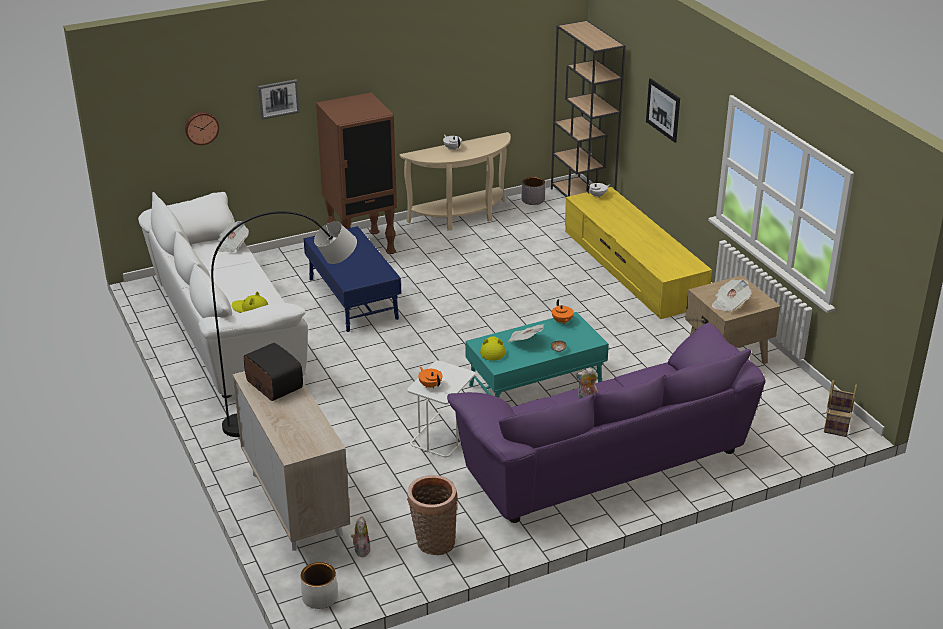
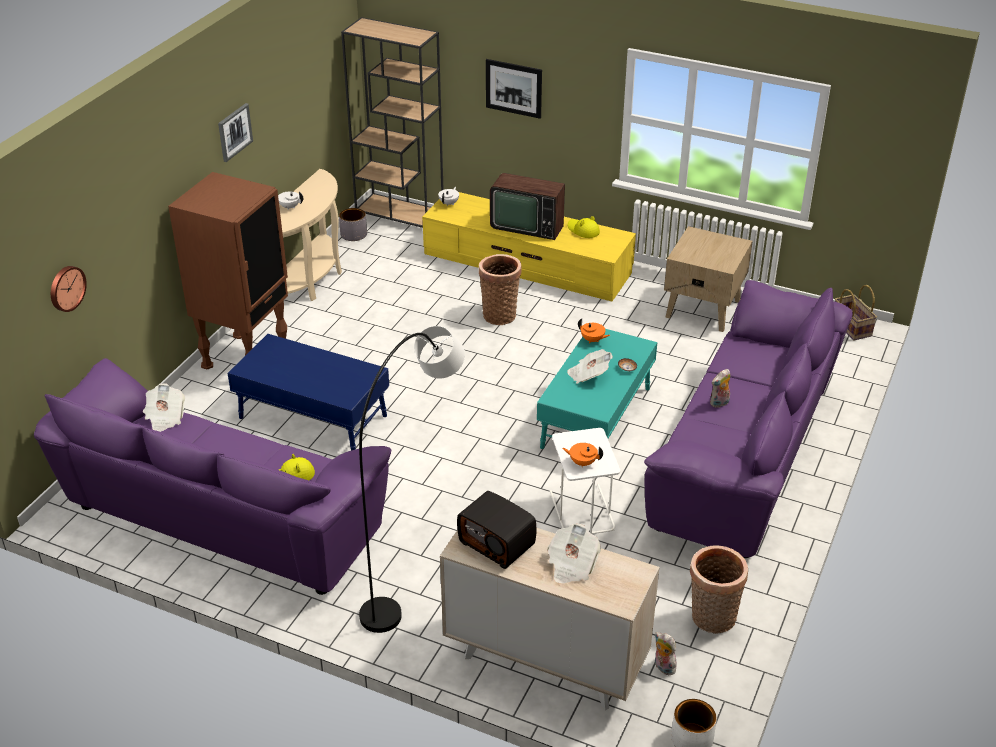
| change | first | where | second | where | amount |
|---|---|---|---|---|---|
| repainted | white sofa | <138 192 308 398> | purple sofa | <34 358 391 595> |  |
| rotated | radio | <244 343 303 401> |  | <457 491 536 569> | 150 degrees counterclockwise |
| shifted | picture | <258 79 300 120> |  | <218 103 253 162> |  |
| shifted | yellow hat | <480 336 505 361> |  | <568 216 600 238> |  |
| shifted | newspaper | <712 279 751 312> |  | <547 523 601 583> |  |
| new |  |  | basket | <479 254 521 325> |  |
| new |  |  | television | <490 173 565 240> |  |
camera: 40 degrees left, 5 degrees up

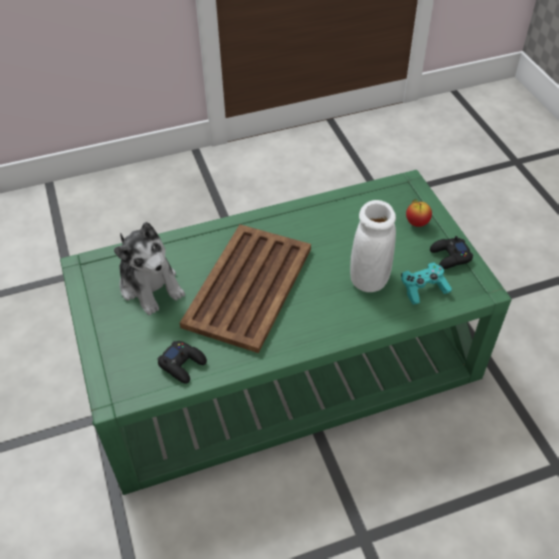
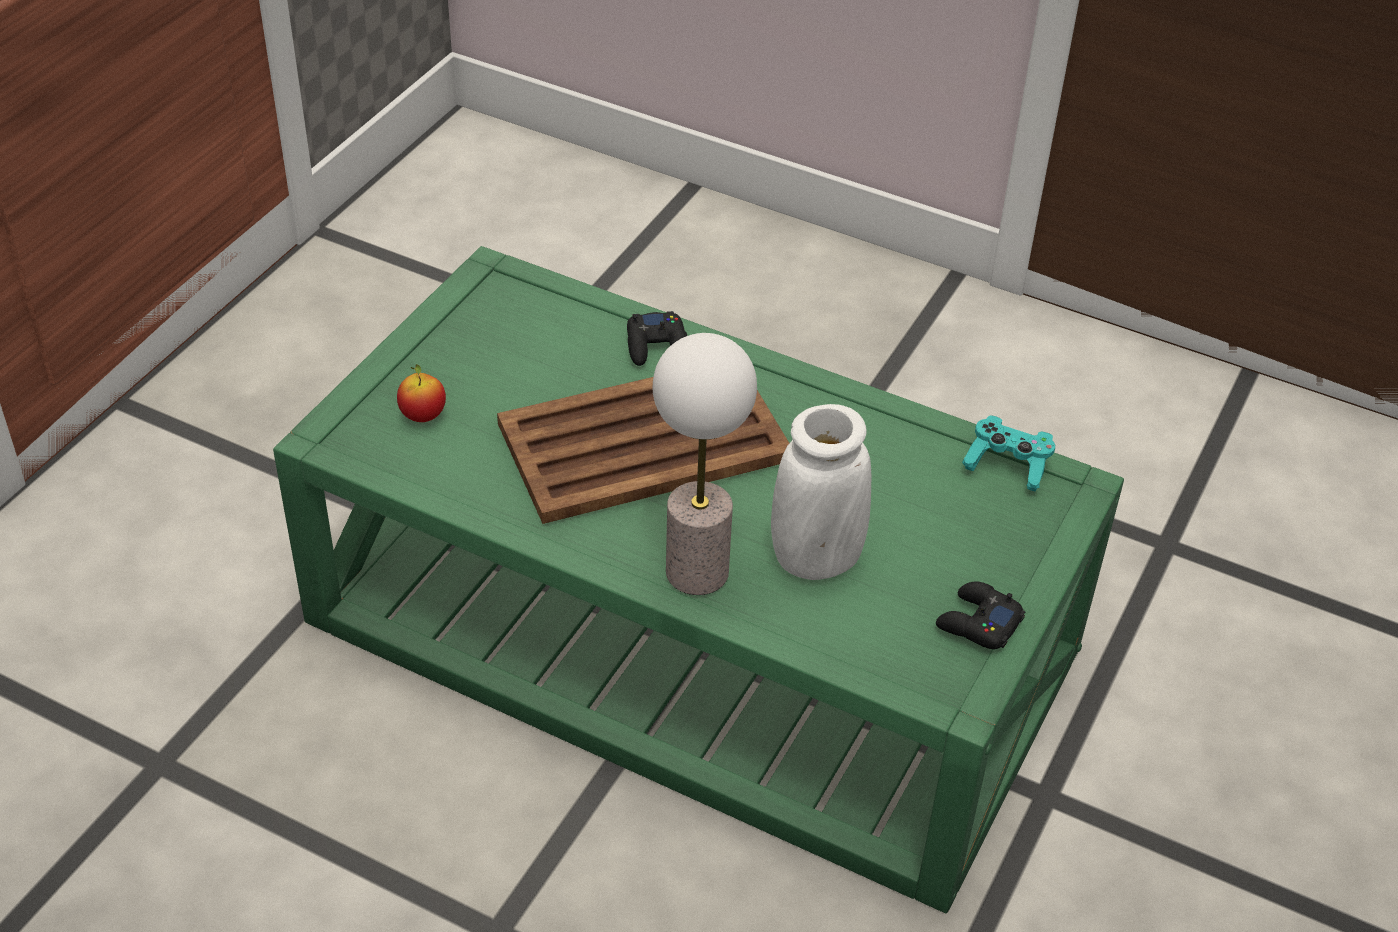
| change | first | where | second | where | amount |
|---|---|---|---|---|---|
| gone | plush toy | <114 222 185 315> |  |  |  |
| shifted | black game controller | <157 341 207 384> |  | <627 311 687 366> |  |
| shifted | turquoise game controller | <401 262 452 305> |  | <962 415 1055 492> |  |
| shifted | apple | <406 199 432 227> |  | <397 364 446 422> |  |
| new |  |  | table lamp | <653 333 757 595> |  |
camera: 45 degrees right, 5 degrees down

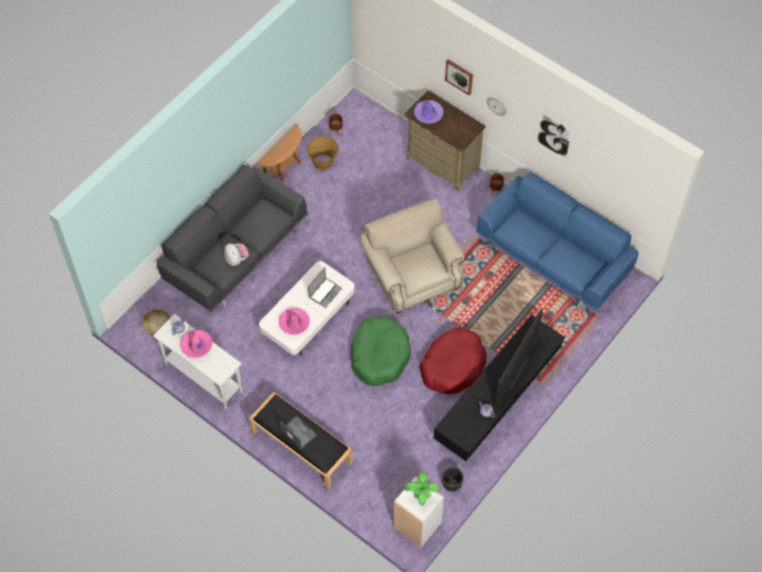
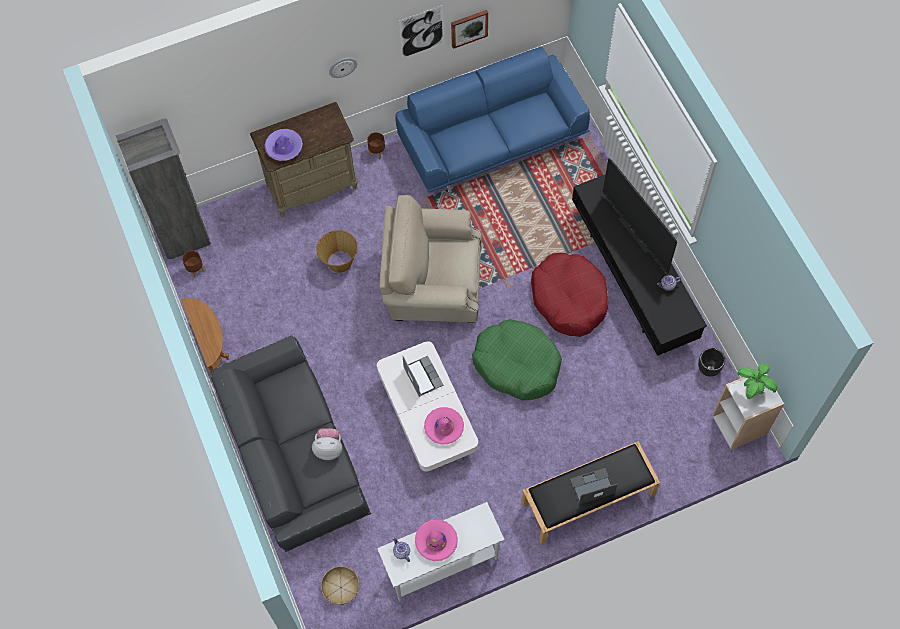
| change | first | where | second | where | amount |
|---|---|---|---|---|---|
| shifted | basket | <307 136 339 170> |  | <316 230 358 273> |  |
| shifted | picture | <445 59 473 96> |  | <451 10 488 49> |  |
| new |  |  | grey cabinet | <115 118 211 259> |  |
camera: 60 degrees left, 5 degrees up

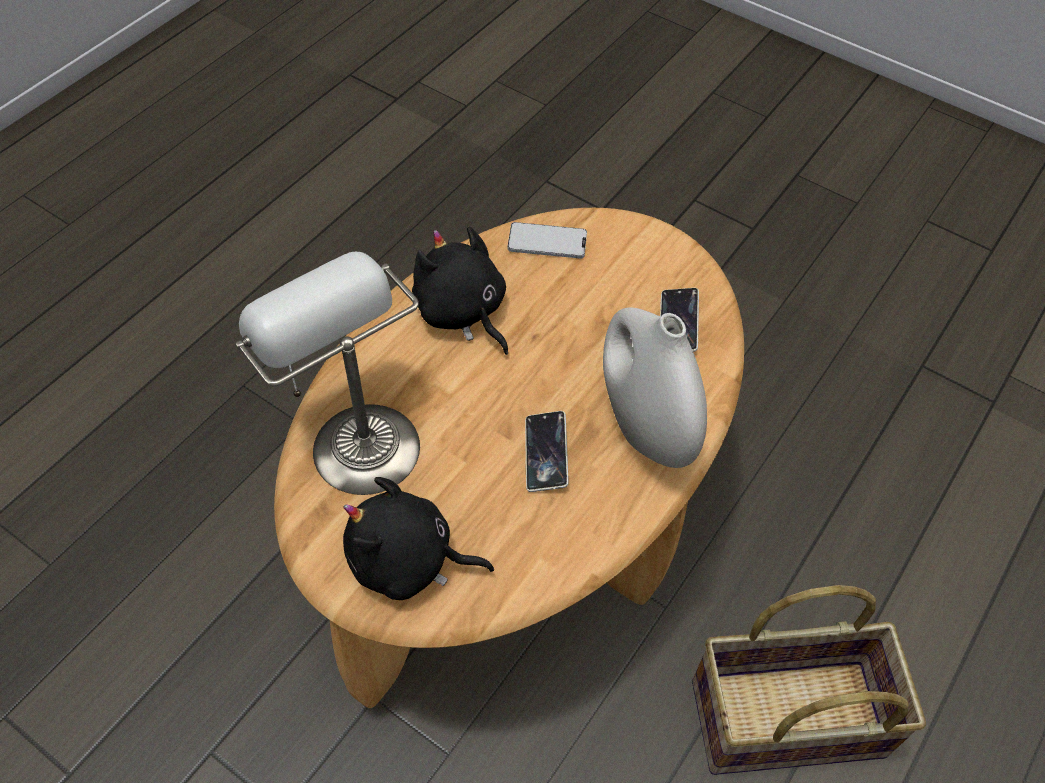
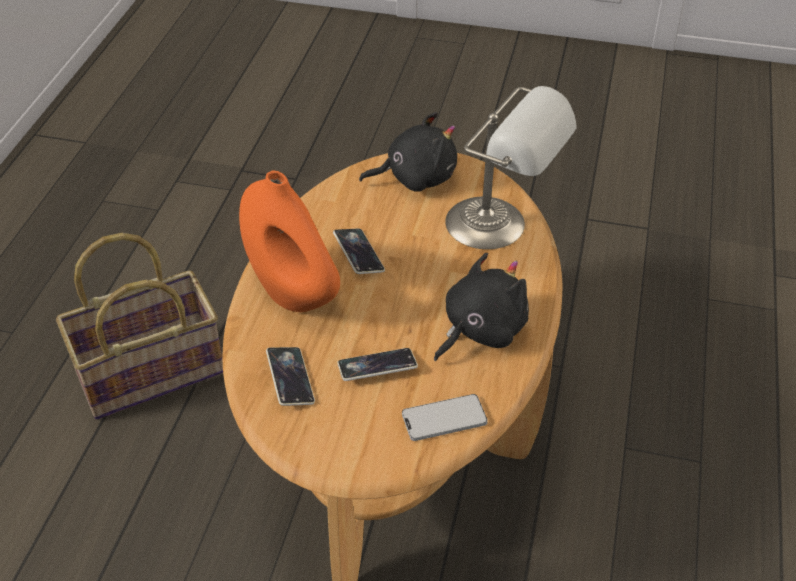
| change | first | where | second | where | amount |
|---|---|---|---|---|---|
| rotated | black plush toy | <412 227 508 355> |  | <434 253 529 361> | 75 degrees counterclockwise |
| repainted | white vase | <603 307 707 468> | orange vase | <239 170 340 312> |  |
| new |  |  | phone | <337 348 418 381> |  |
camera: 160 degrees right, 10 degrees down

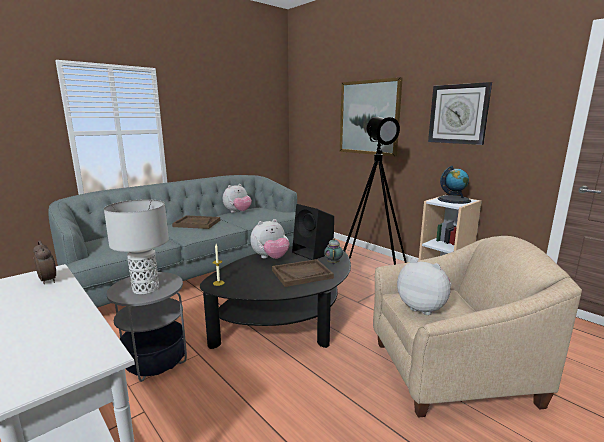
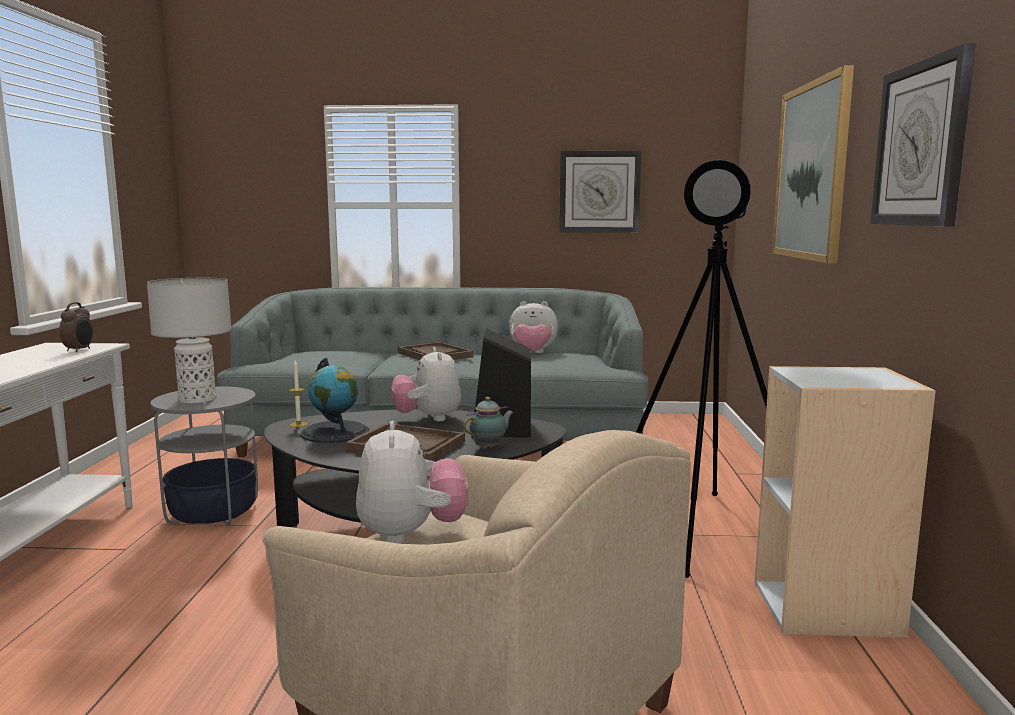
| change | first | where | second | where | amount |
|---|---|---|---|---|---|
| rotated | plush toy | <250 219 290 259> |  | <391 347 461 421> | 60 degrees clockwise |
| shifted | globe | <438 166 471 204> |  | <300 358 369 443> |  |
| new |  |  | wall clock | <559 151 641 233> |  |
camera: 45 degrees right, 5 degrees down

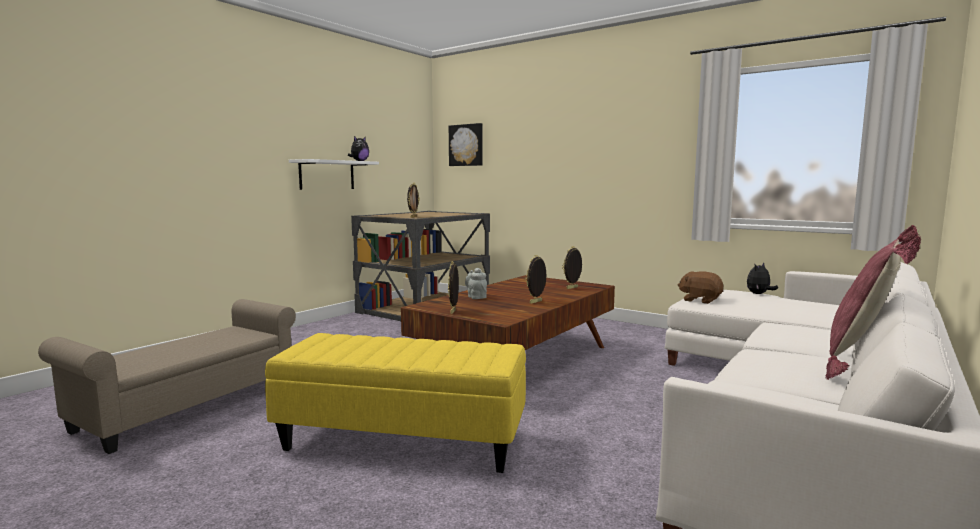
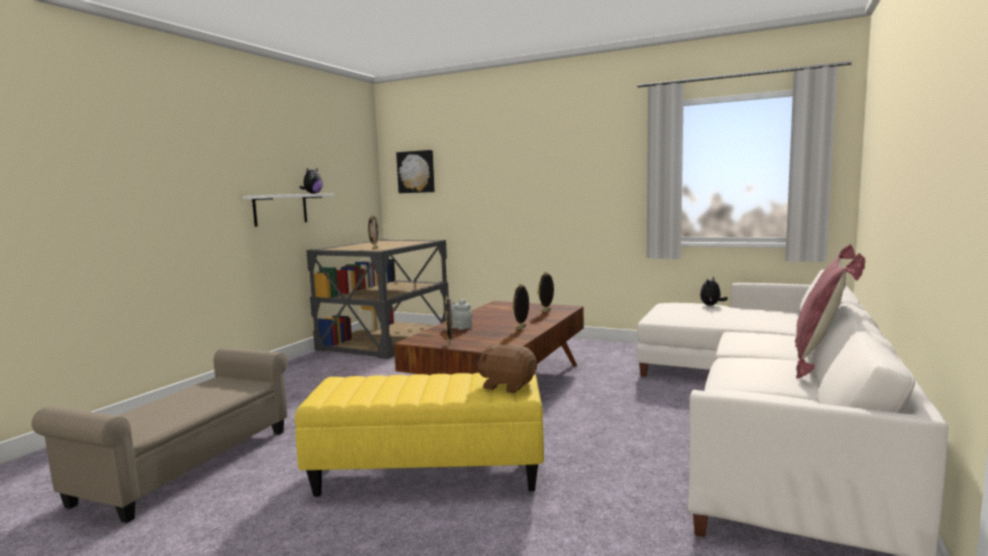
| change | first | where | second | where | amount |
|---|---|---|---|---|---|
| shifted | brown plush toy | <678 271 723 304> |  | <477 344 537 393> |  |
camera: 10 degrees left, 0 degrees up

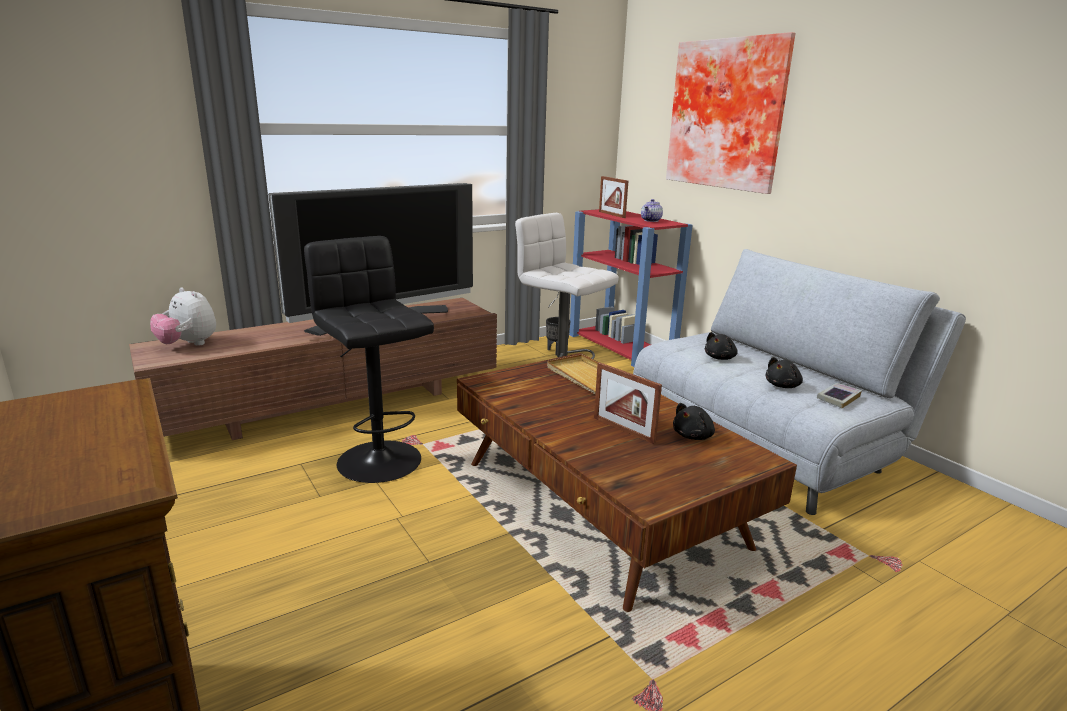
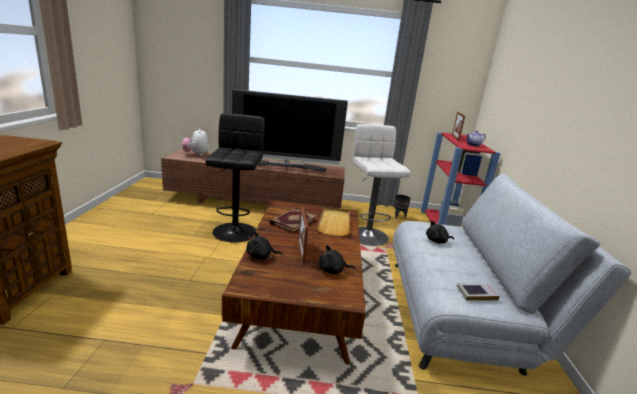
| change | first | where | second | where | amount |
|---|---|---|---|---|---|
| gone | picture | <666 32 795 194> |  |  |  |
| shifted | black plush toy | <765 357 803 388> |  | <246 232 283 260> |  |
| new |  |  | book | <270 208 317 234> |  |
camera: 35 degrees right, 0 degrees up

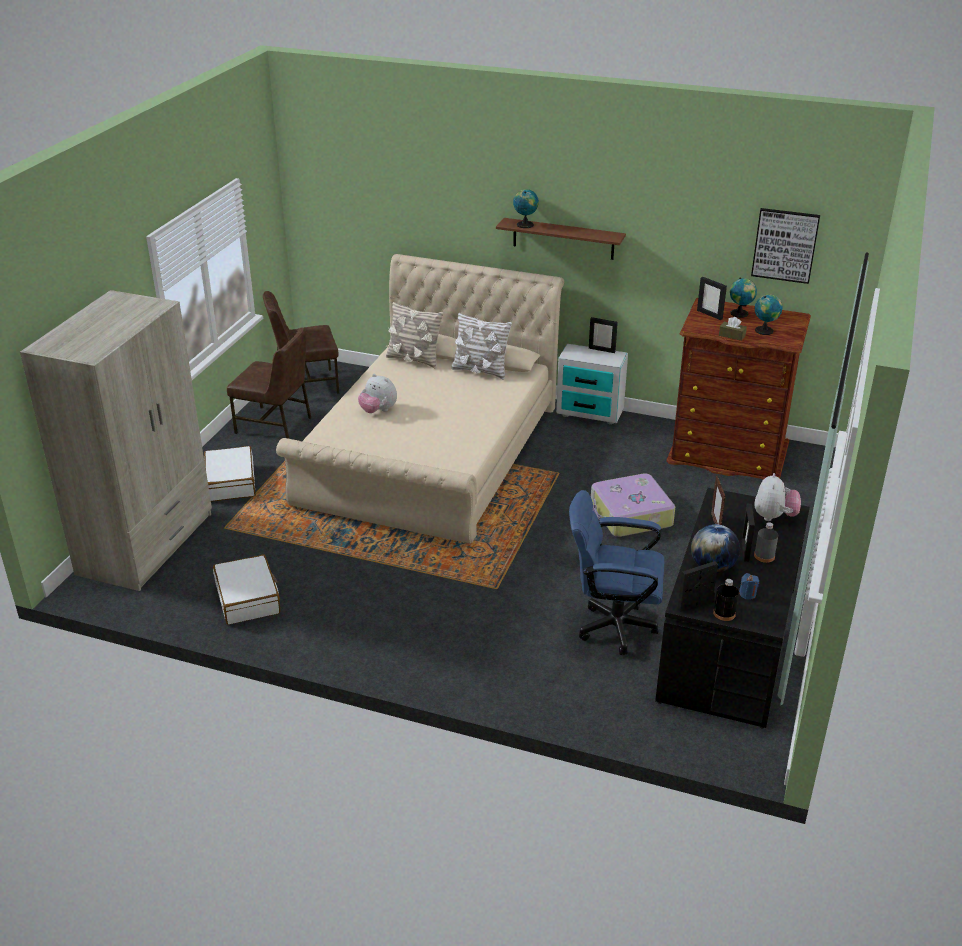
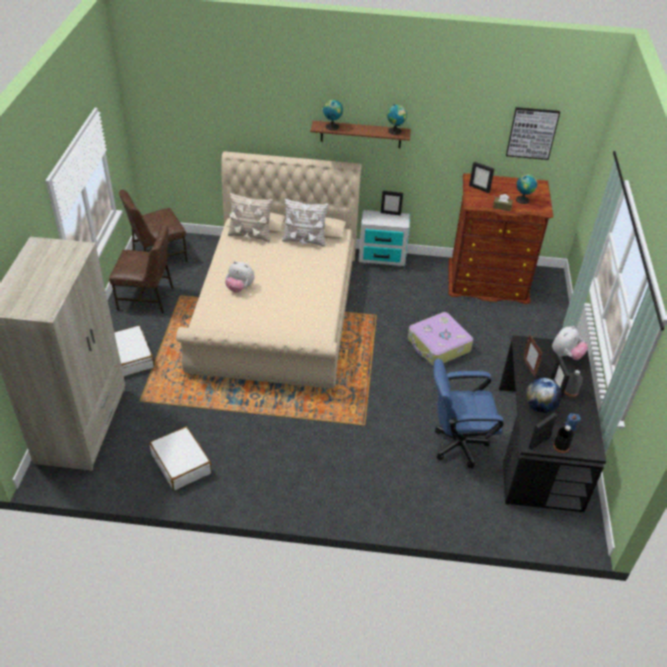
| change | first | where | second | where | amount |
|---|---|---|---|---|---|
| shifted | globe | <730 277 757 318> |  | <387 104 407 135> |  |
| rotated | plush toy | <755 473 801 521> |  | <552 326 588 360> | 45 degrees clockwise |
camera: 15 degrees left, 10 degrees up

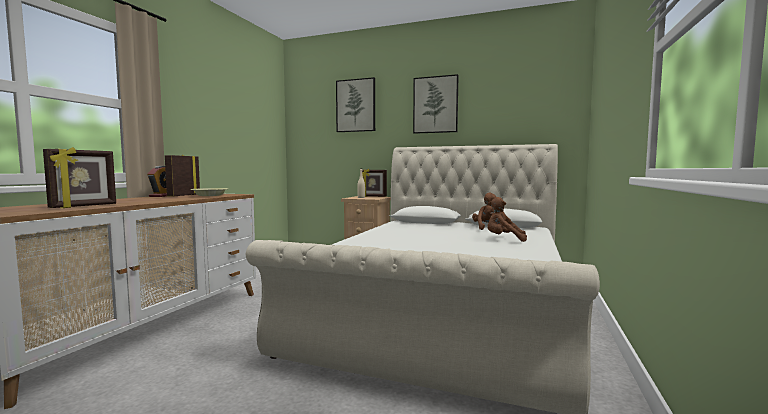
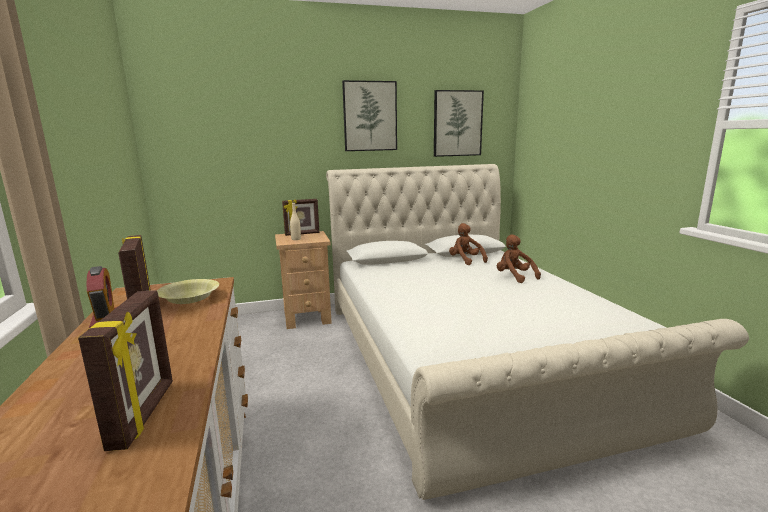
| change | first | where | second | where | amount |
|---|---|---|---|---|---|
| shifted | picture | <336 77 375 132> |  | <434 90 484 157> |  |
| rotated | brown plush toy | <488 197 527 242> |  | <497 234 541 283> | 75 degrees clockwise |
camera: 35 degrees left, 10 degrees up

